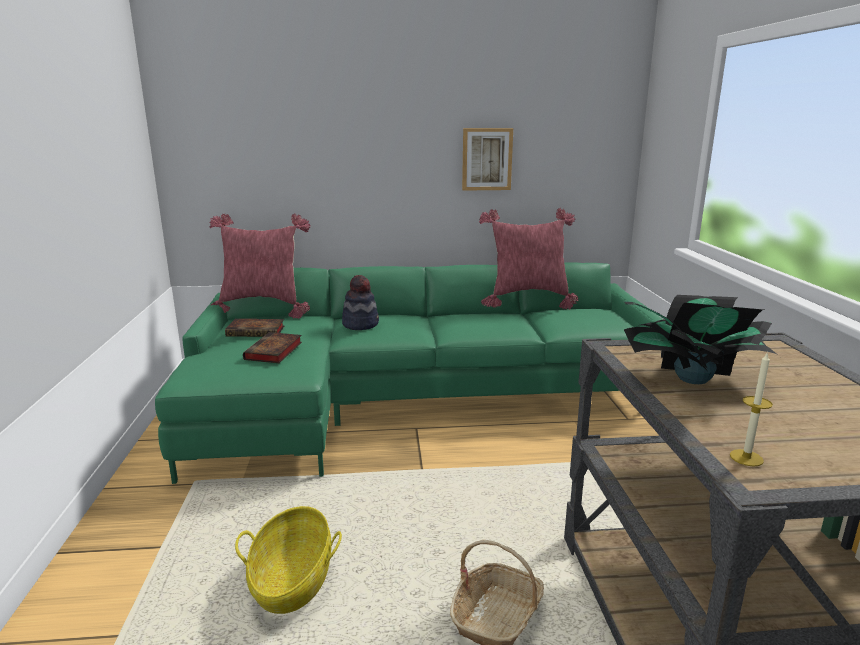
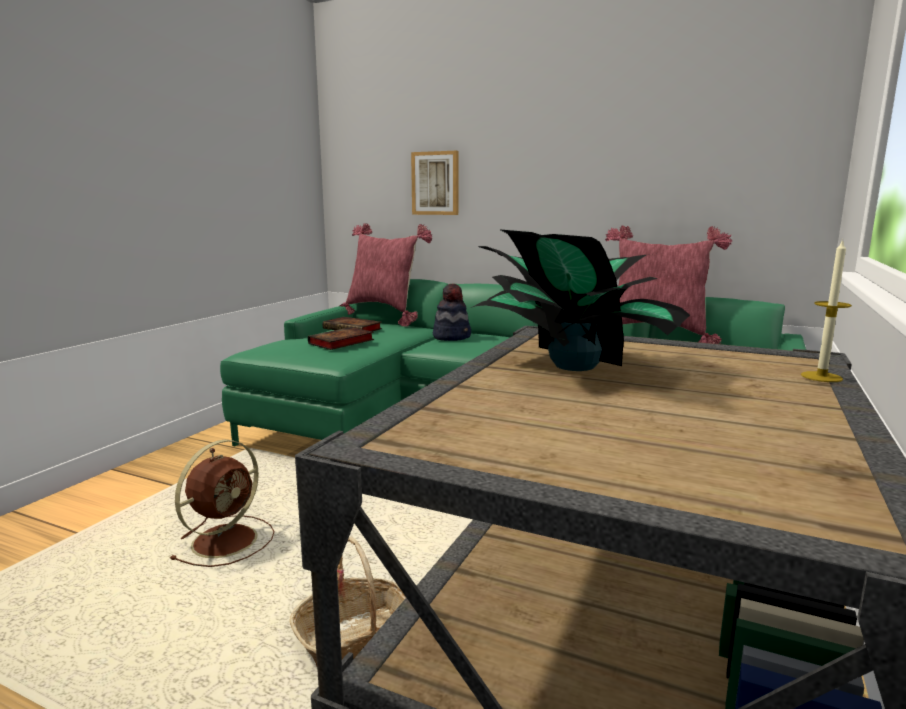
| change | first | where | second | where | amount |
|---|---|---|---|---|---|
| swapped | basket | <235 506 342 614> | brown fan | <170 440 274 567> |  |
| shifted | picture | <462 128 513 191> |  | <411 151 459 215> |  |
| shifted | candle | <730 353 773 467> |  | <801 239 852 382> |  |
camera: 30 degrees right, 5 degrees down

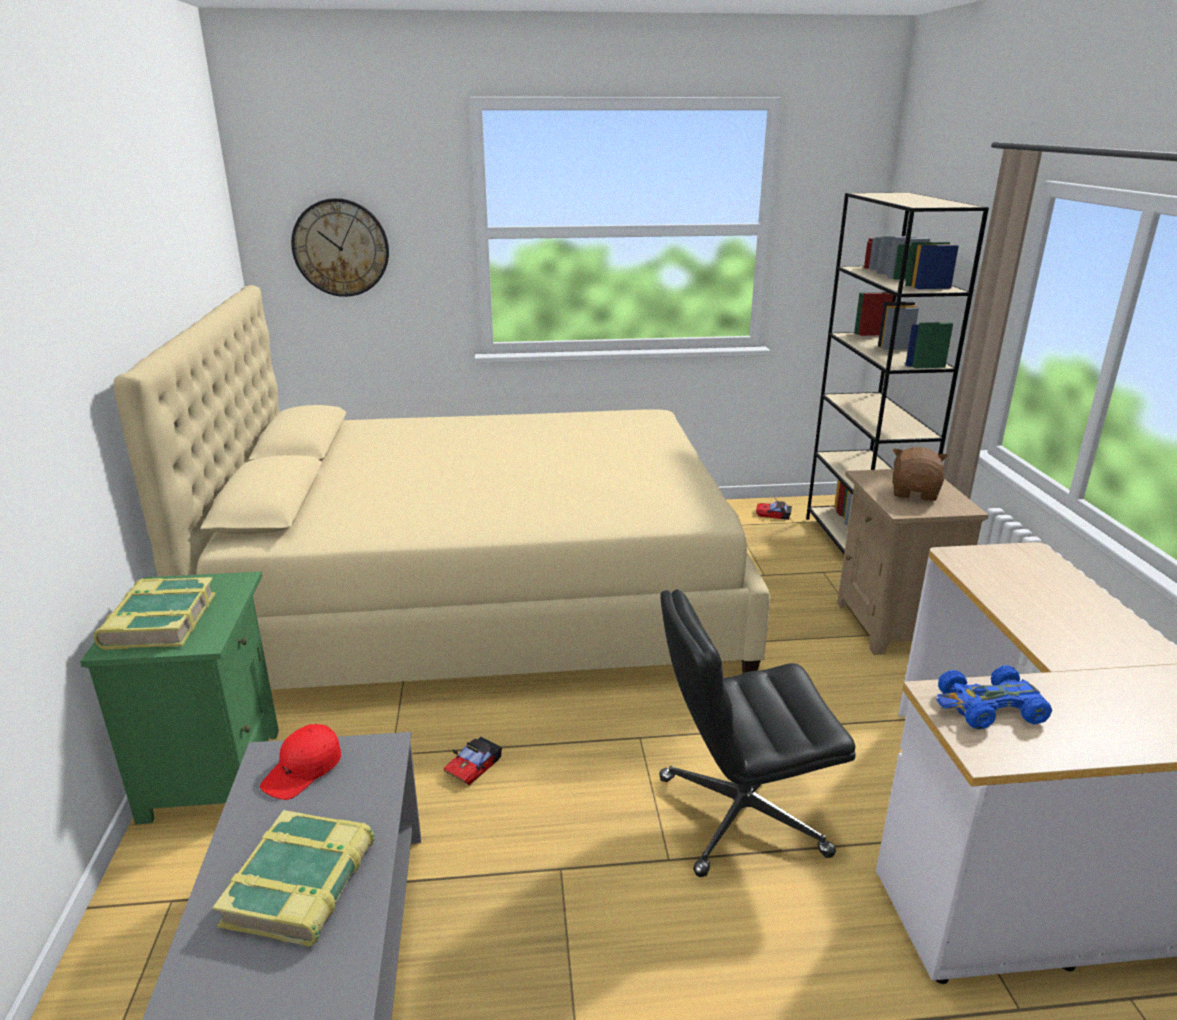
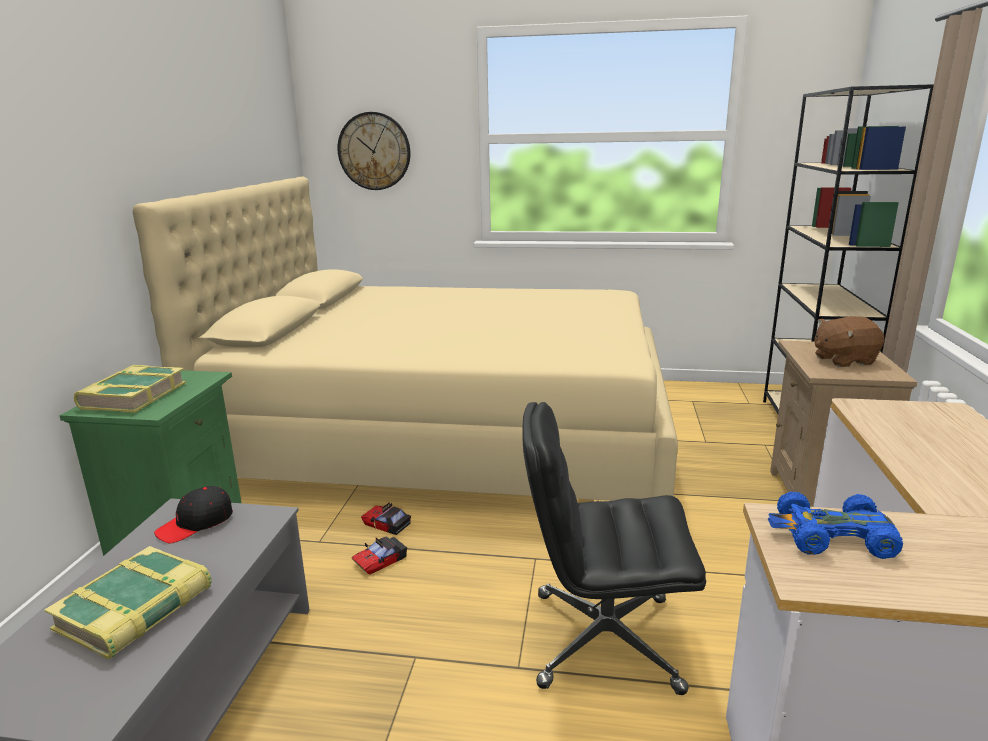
| change | first | where | second | where | amount |
|---|---|---|---|---|---|
| repainted | red cap | <260 724 341 800> | black cap | <154 486 233 543> |  |
| shifted | toy car | <756 500 792 520> |  | <361 502 411 535> |  |
| rotated | brown plush toy | <892 447 948 501> |  | <814 316 884 367> | 135 degrees counterclockwise |
camera: 15 degrees right, 5 degrees down

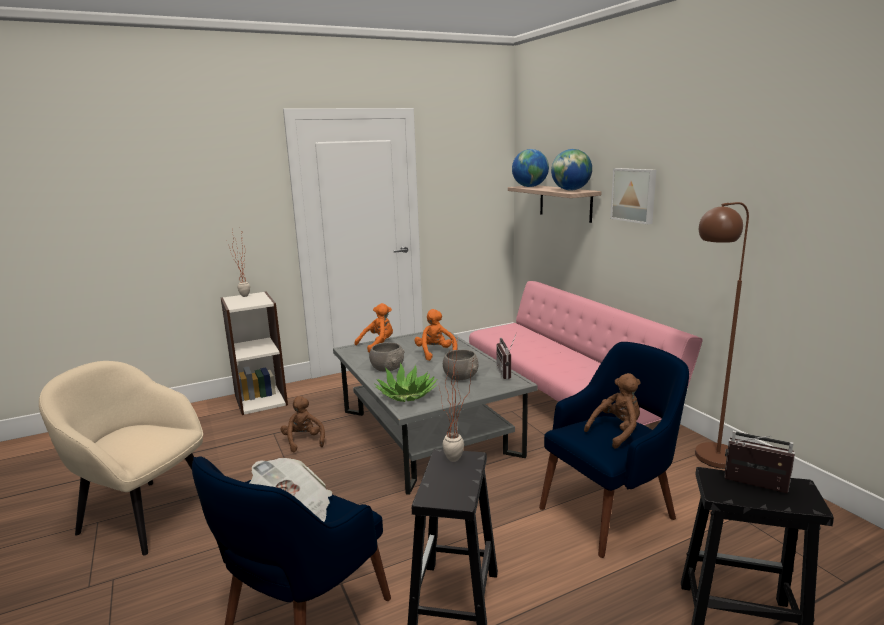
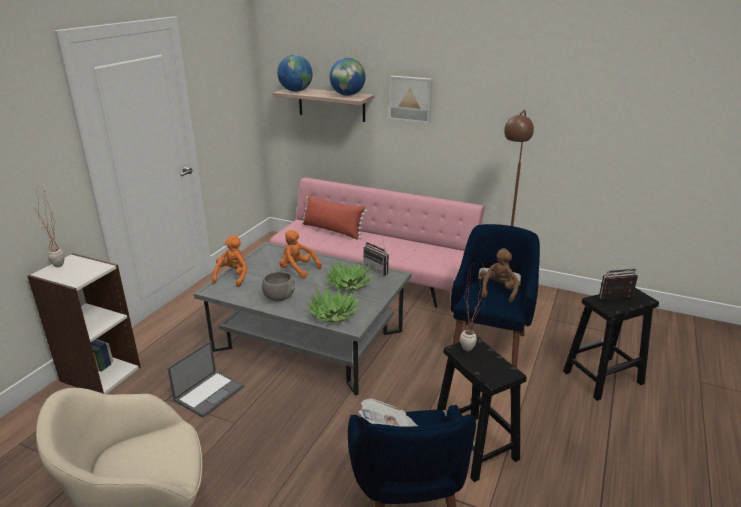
| change | first | where | second | where | amount |
|---|---|---|---|---|---|
| swapped | brown plush toy | <281 396 325 452> | laptop | <167 341 244 418> |  |
| swapped | grey bowl | <443 350 479 380> | potted plant | <324 260 374 291> |  |
| new |  |  | red pillow | <302 195 367 240> |  |
camera: 40 degrees left, 10 degrees up

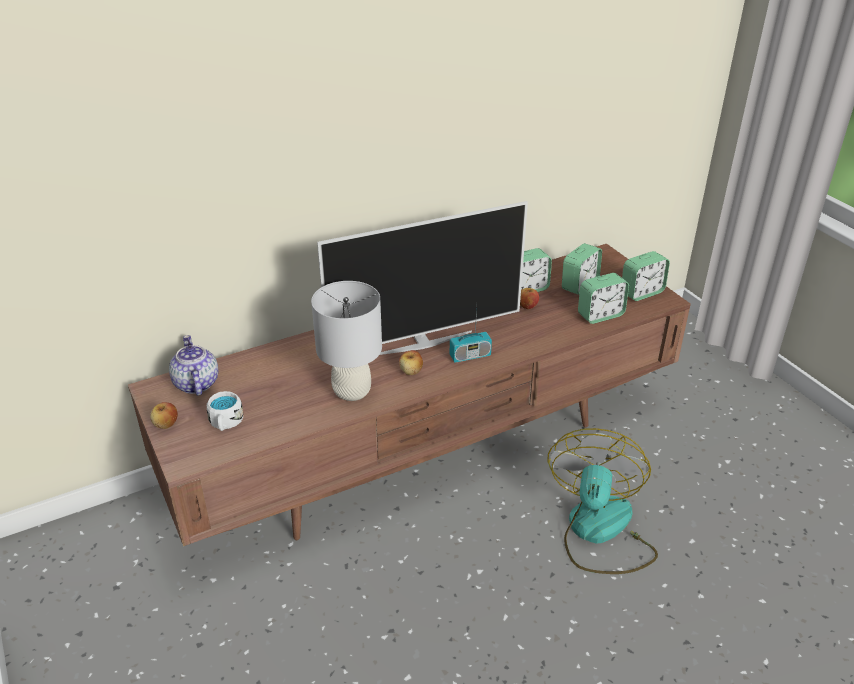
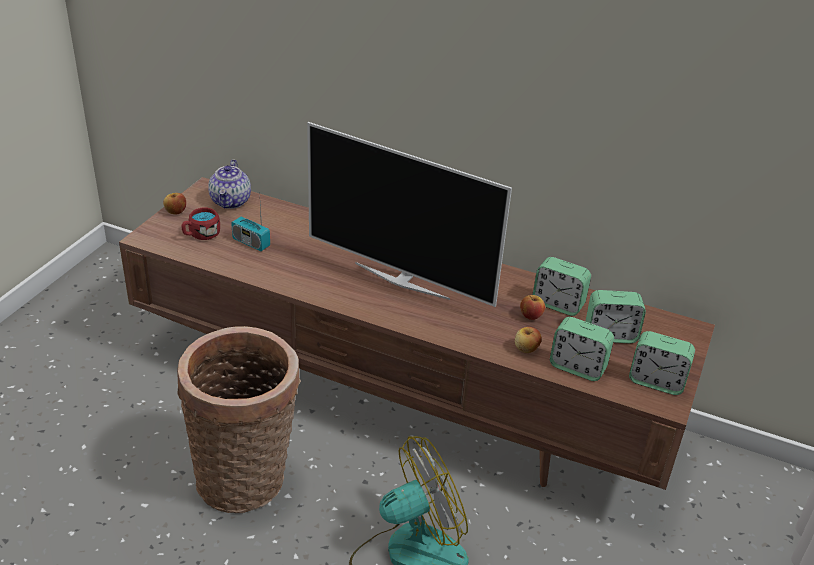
| change | first | where | second | where | amount |
|---|---|---|---|---|---|
| rotated | teapot | <169 335 218 396> |  | <208 159 251 209> | 150 degrees clockwise |
| repainted | white mug | <207 391 243 431> | red mug | <182 208 220 240> |  |
| gone | grey table lamp | <311 281 382 401> |  |  |  |
| shifted | apple | <399 350 423 375> |  | <515 327 541 353> |  |
| shifted | radio | <450 305 492 363> |  | <231 205 270 251> |  |
| new |  |  | basket | <177 326 301 513> |  |
camera: 50 degrees right, 0 degrees up

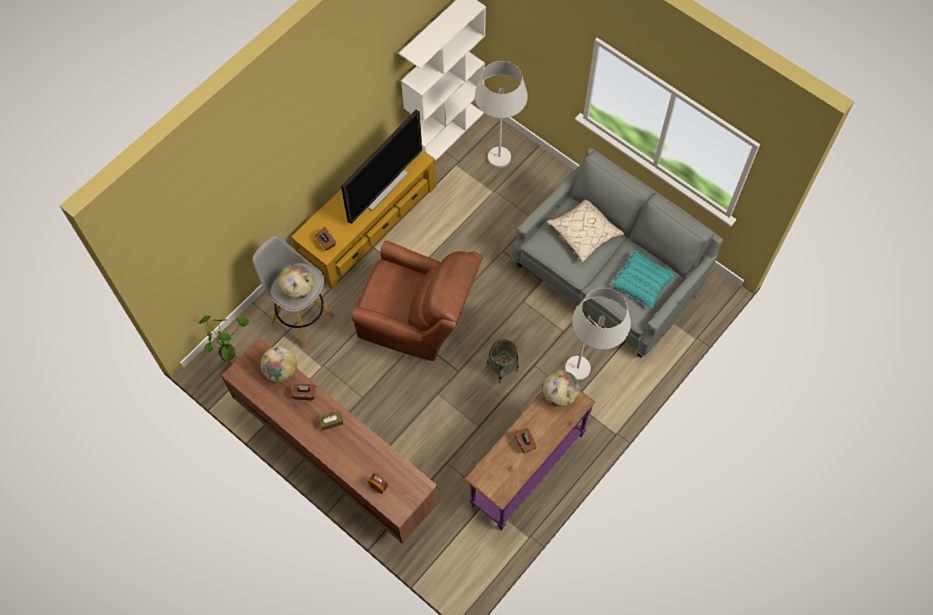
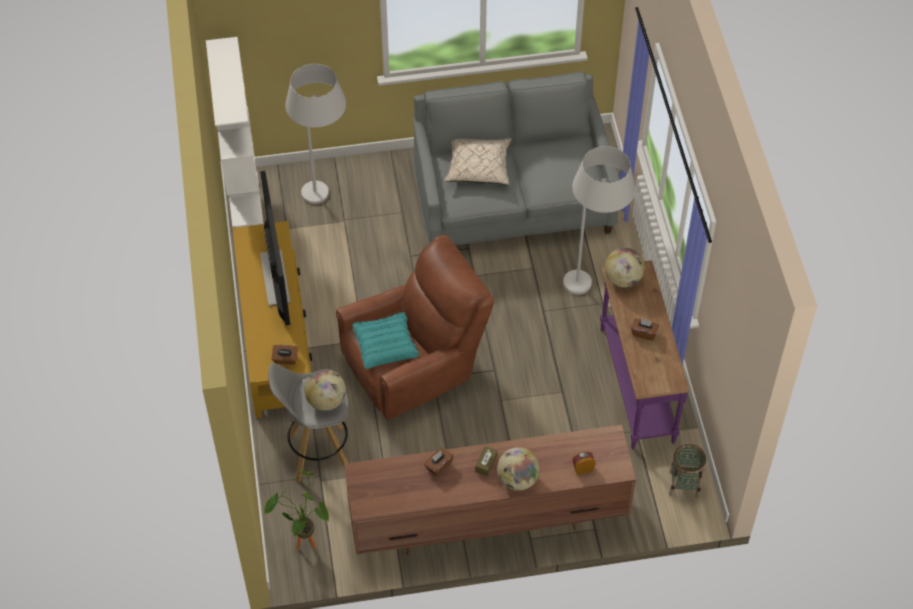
| change | first | where | second | where | amount |
|---|---|---|---|---|---|
| shifted | globe | <261 347 297 382> |  | <497 447 540 491> |  |
| shifted | basket | <486 339 519 384> |  | <669 444 707 499> |  |
| shifted | turquoise pillow | <612 250 676 308> |  | <352 312 419 369> |  |
camera: 50 degrees left, 10 degrees down

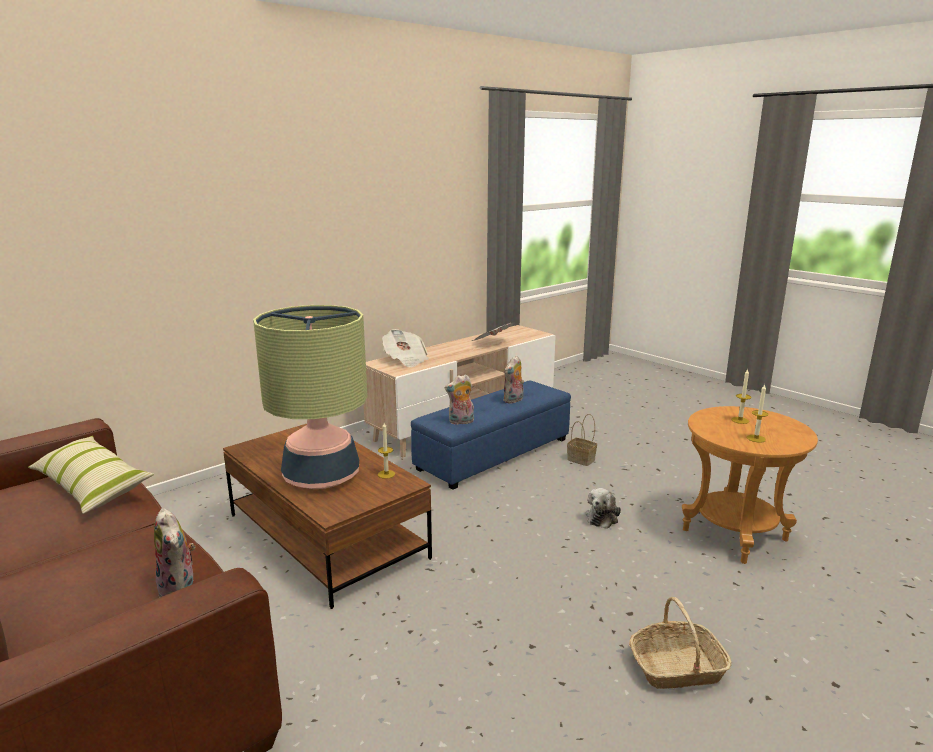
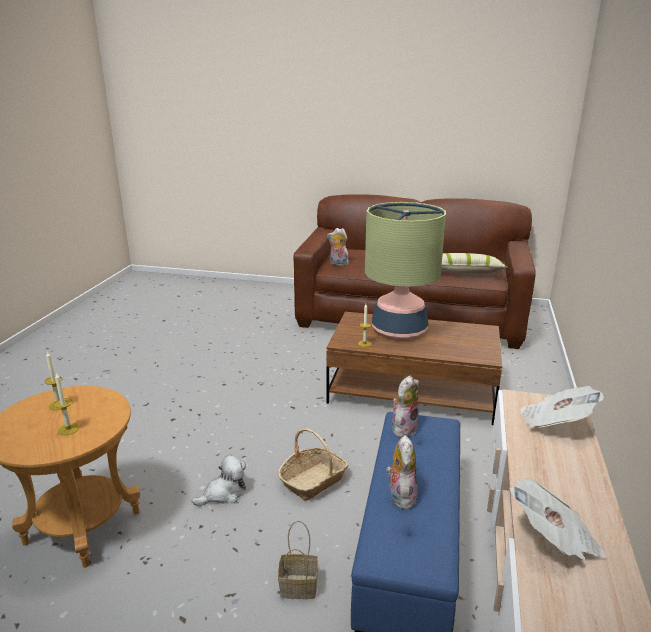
| change | first | where | second | where | amount |
|---|---|---|---|---|---|
| rotated | plush toy | <586 488 621 529> |  | <192 455 246 506> | 60 degrees clockwise |
| shifted | basket | <629 597 732 689> |  | <278 428 348 501> |  |
camera: 145 degrees right, 5 degrees up

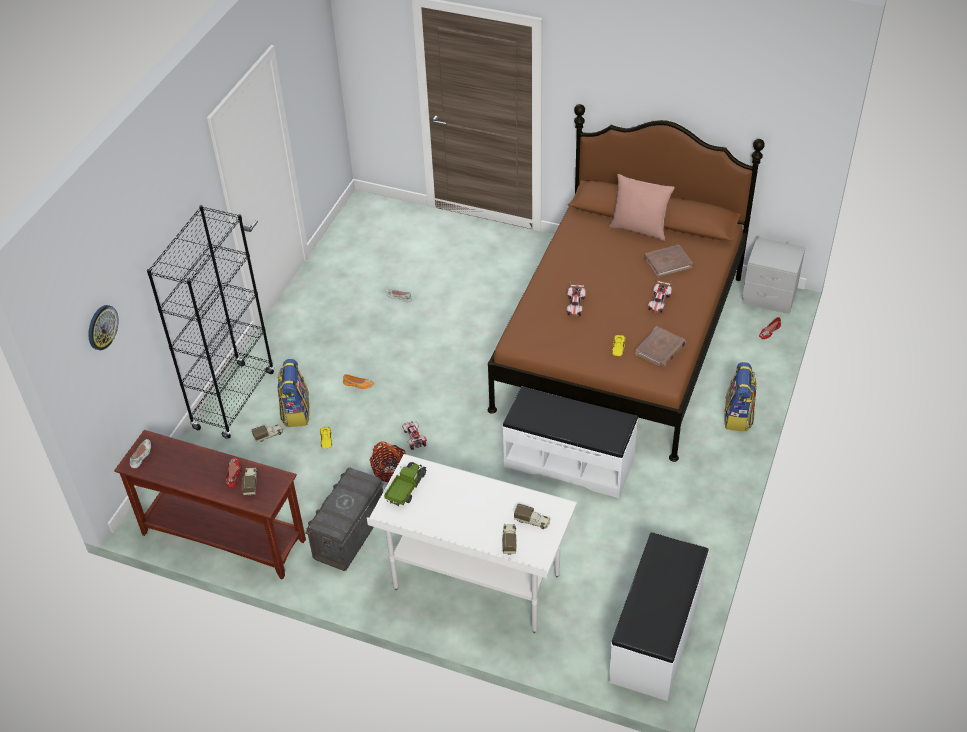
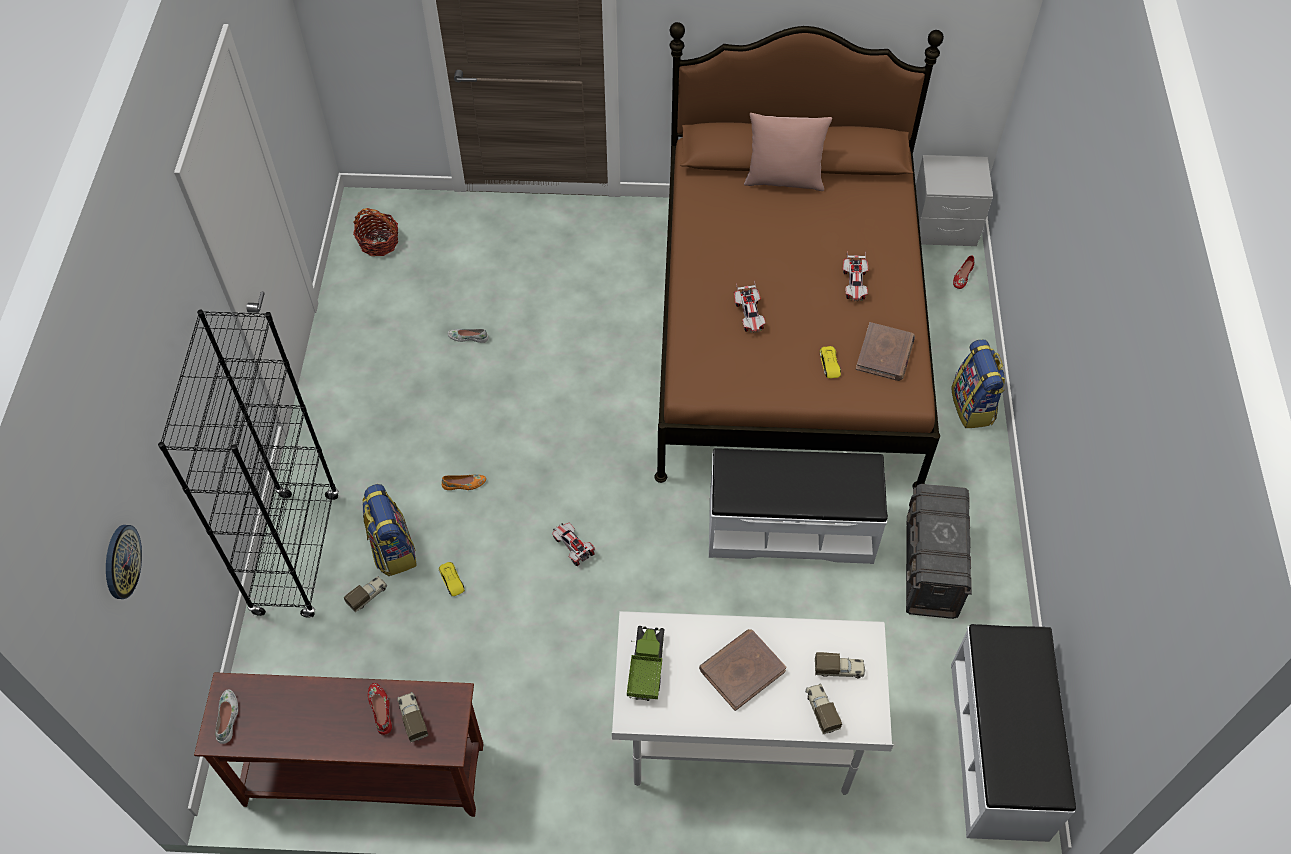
| change | first | where | second | where | amount |
|---|---|---|---|---|---|
| shifted | grey storage box | <305 467 384 571> |  | <906 484 972 619> |  |
| shifted | basket | <369 441 406 482> |  | <353 208 398 256> |  |
| shifted | brown book | <644 245 693 278> |  | <699 629 786 711> |  |
camera: 20 degrees left, 10 degrees up

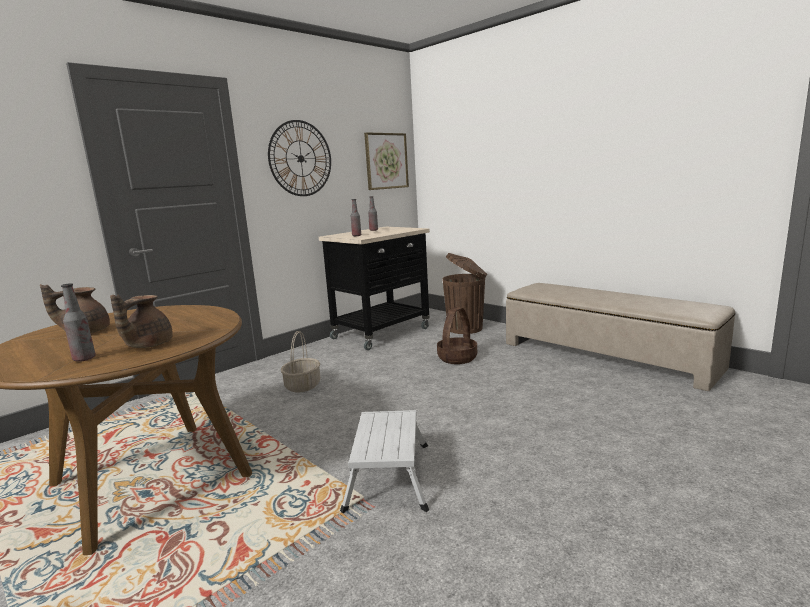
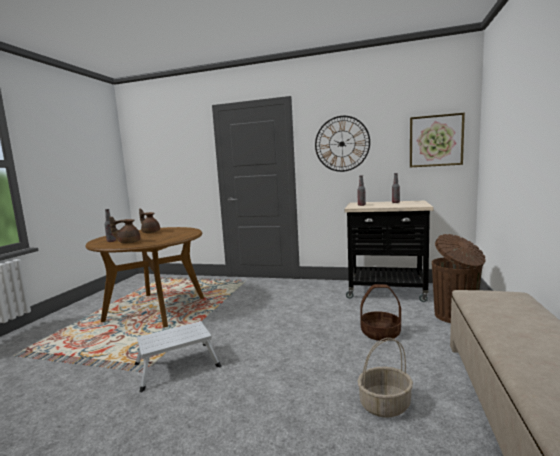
| change | first | where | second | where | amount |
|---|---|---|---|---|---|
| shifted | basket | <281 331 320 393> |  | <358 338 413 418> |  |
camera: 60 degrees right, 5 degrees down

